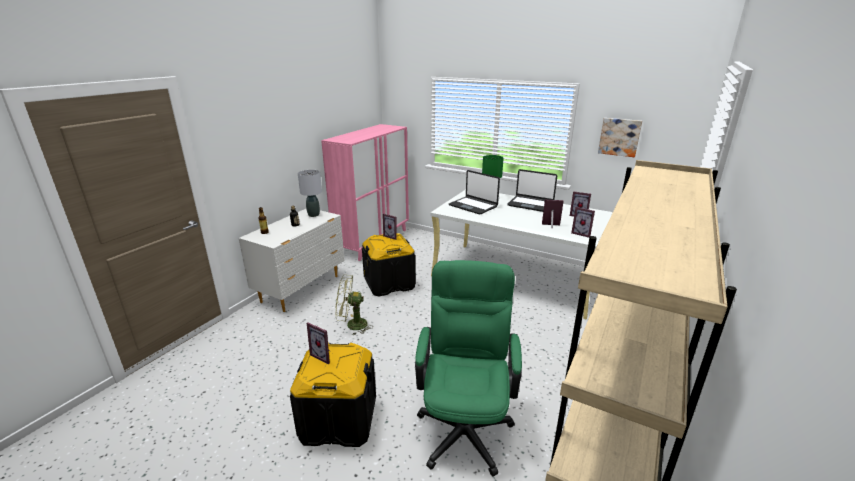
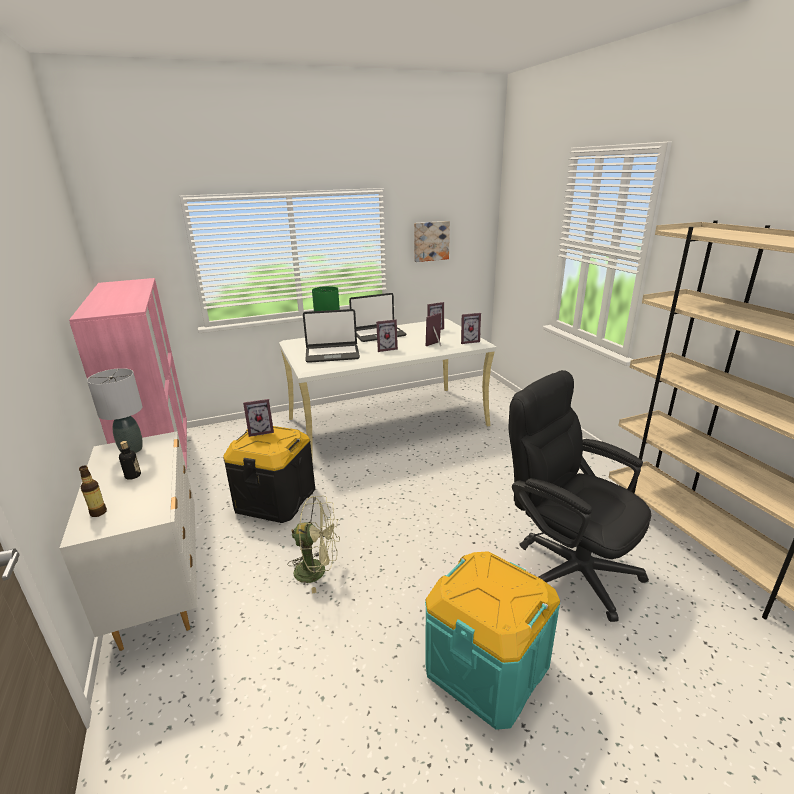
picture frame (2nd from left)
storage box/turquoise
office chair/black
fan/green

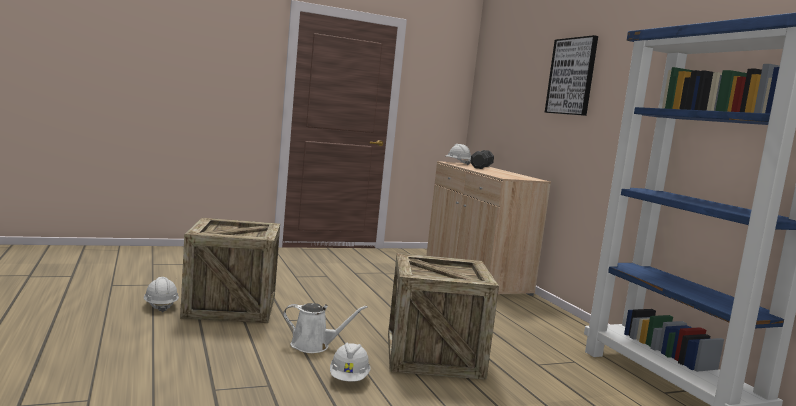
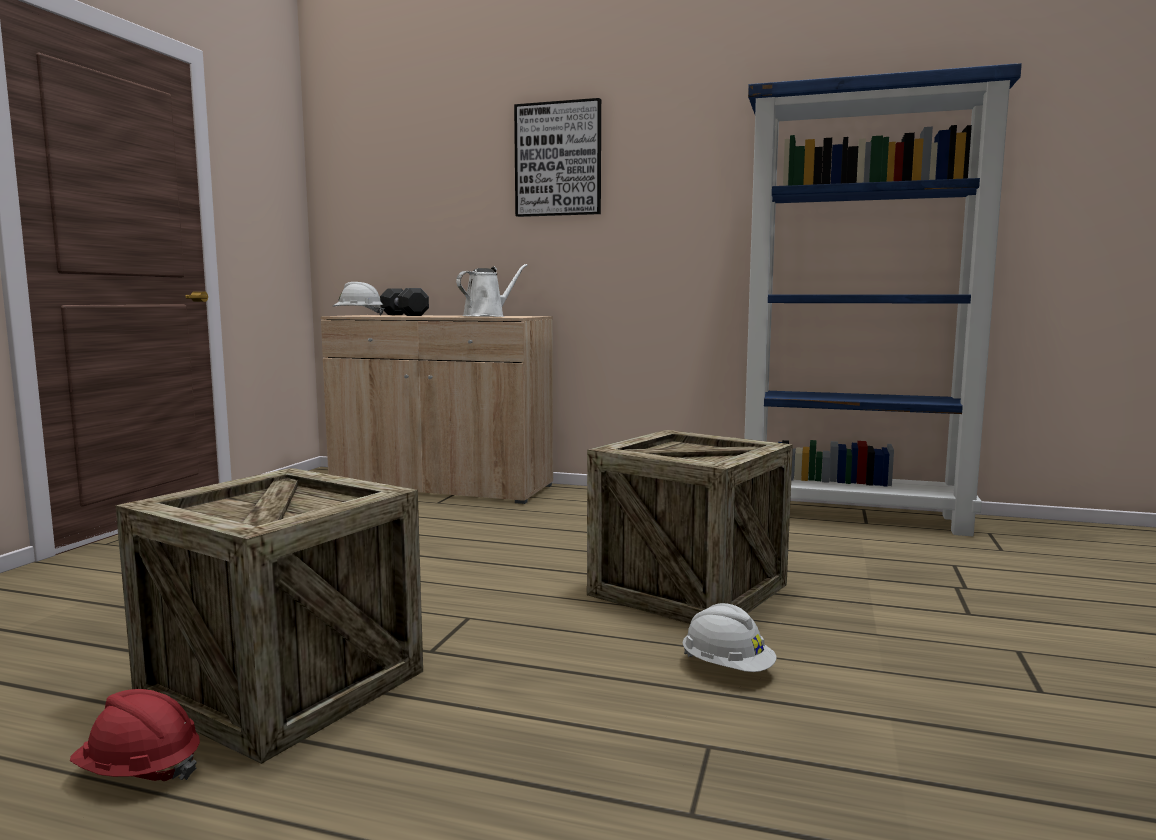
watering can/white
hard hat/red

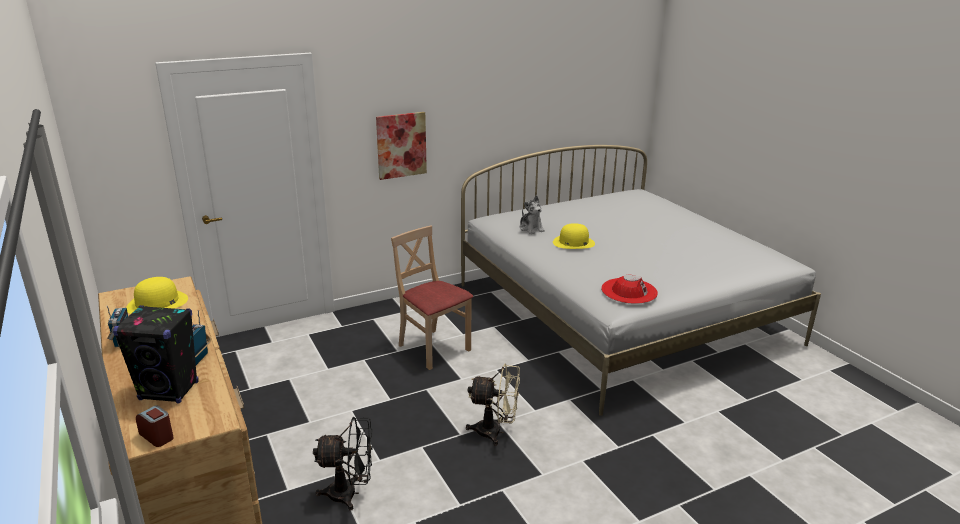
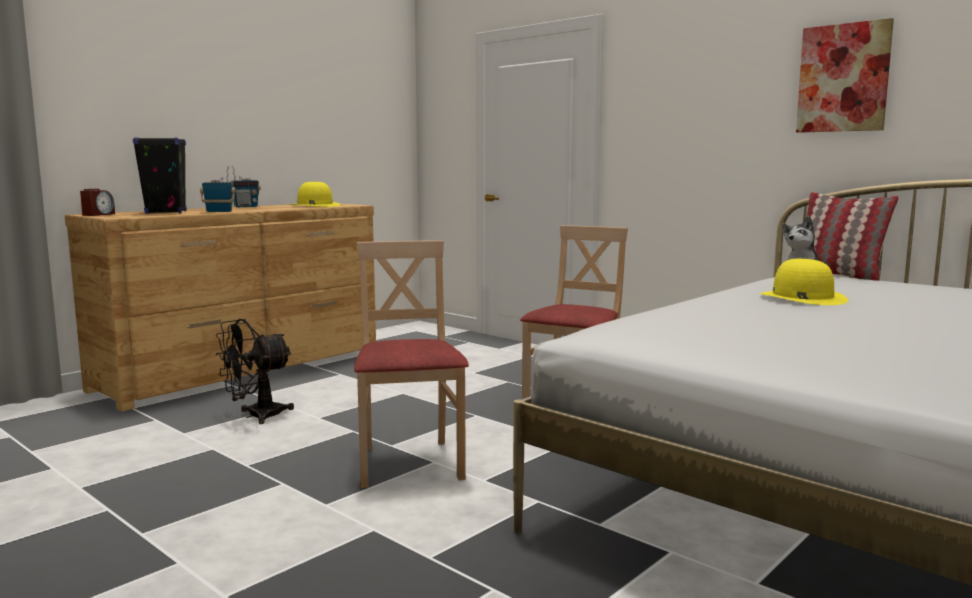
hat/red
pillow
picture
chair/beige (1st from left)
fan/black

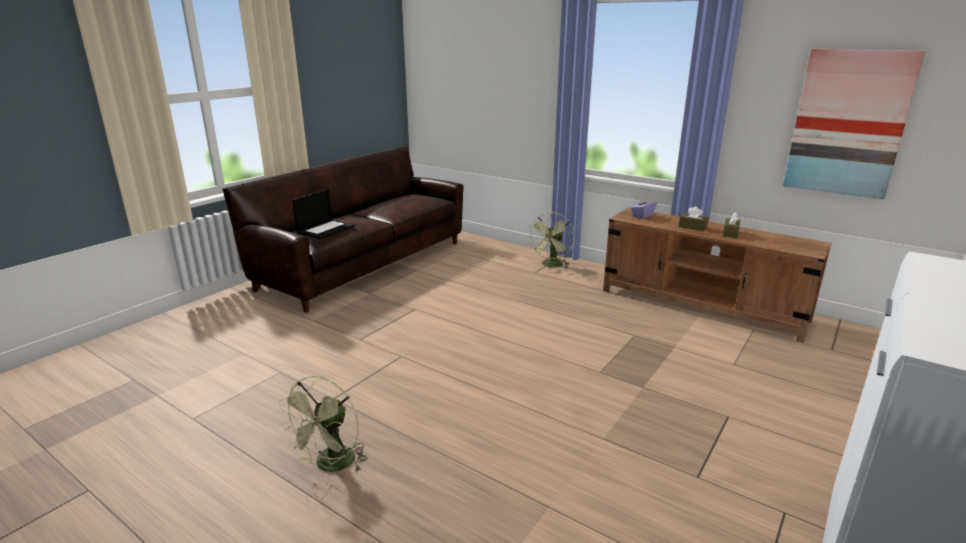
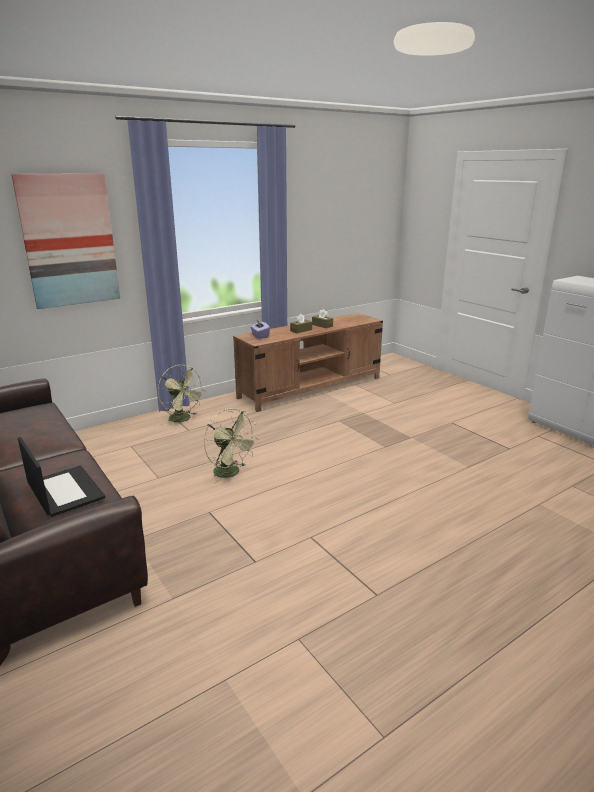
fan/green (2nd from left)
picture

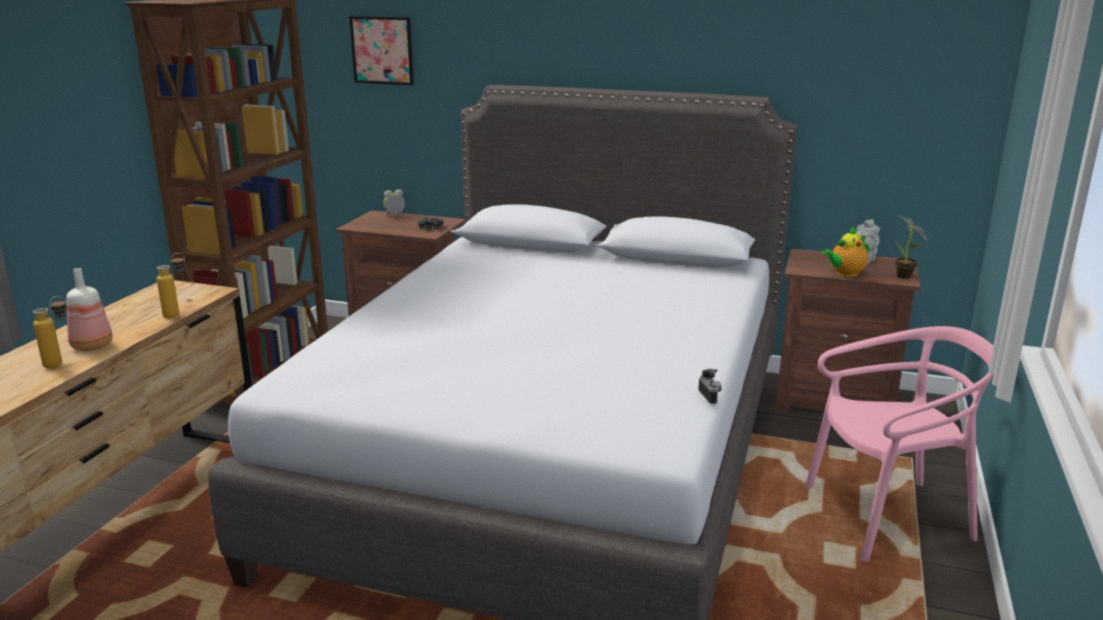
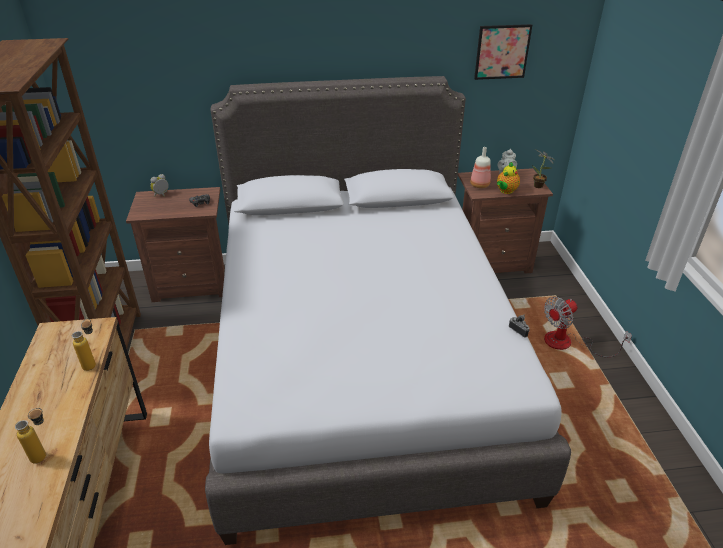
bottle (3rd from left)
picture
fan

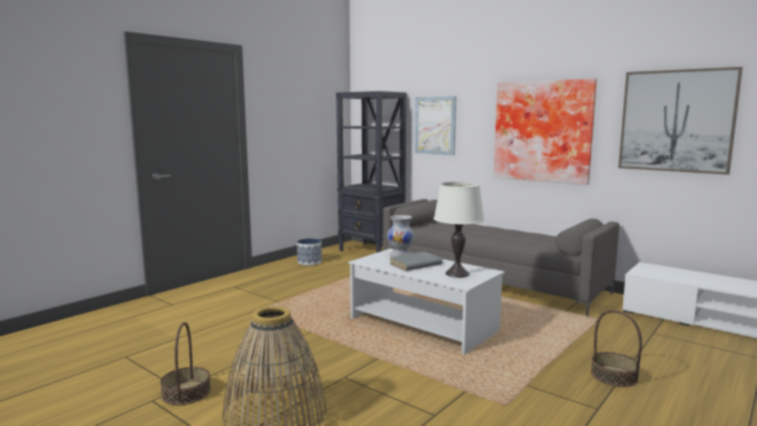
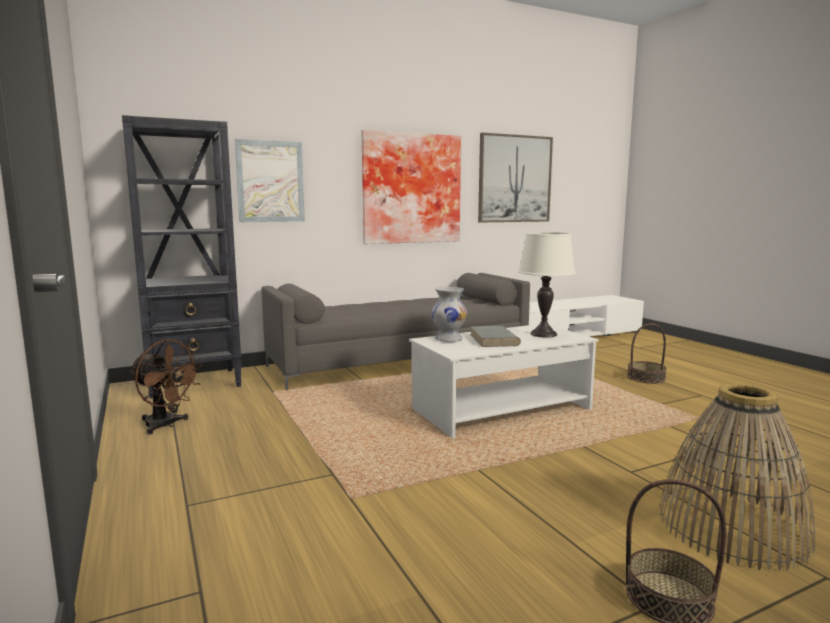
fan/brown

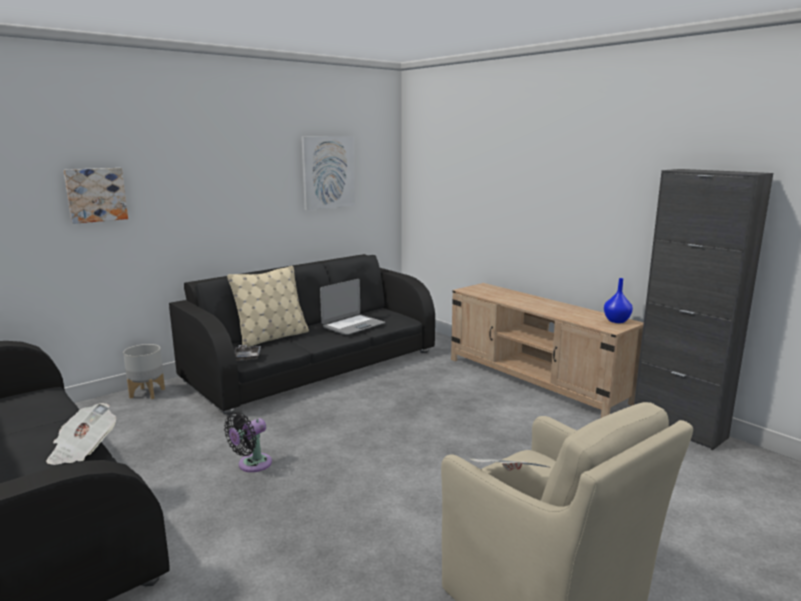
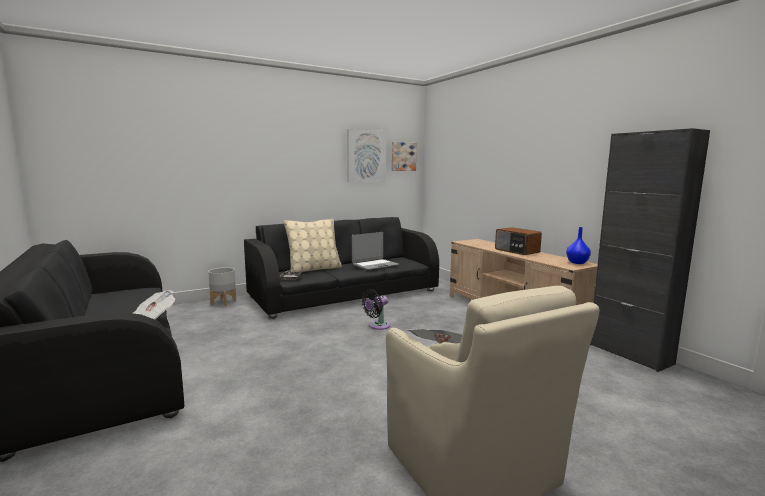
radio
picture (2nd from left)
fan/black

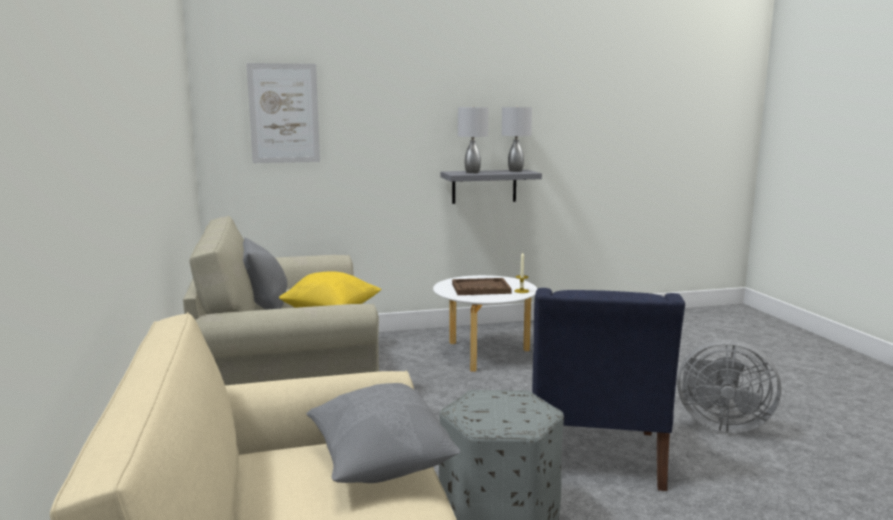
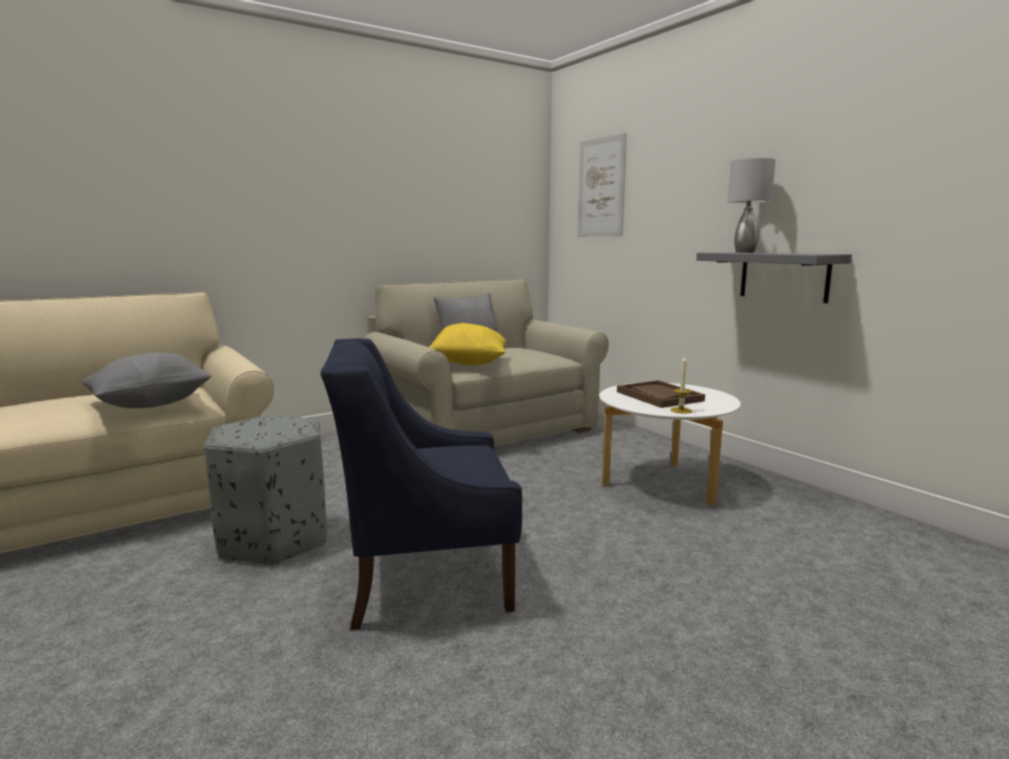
table lamp/grey (2nd from left in the first image)
fan/grey

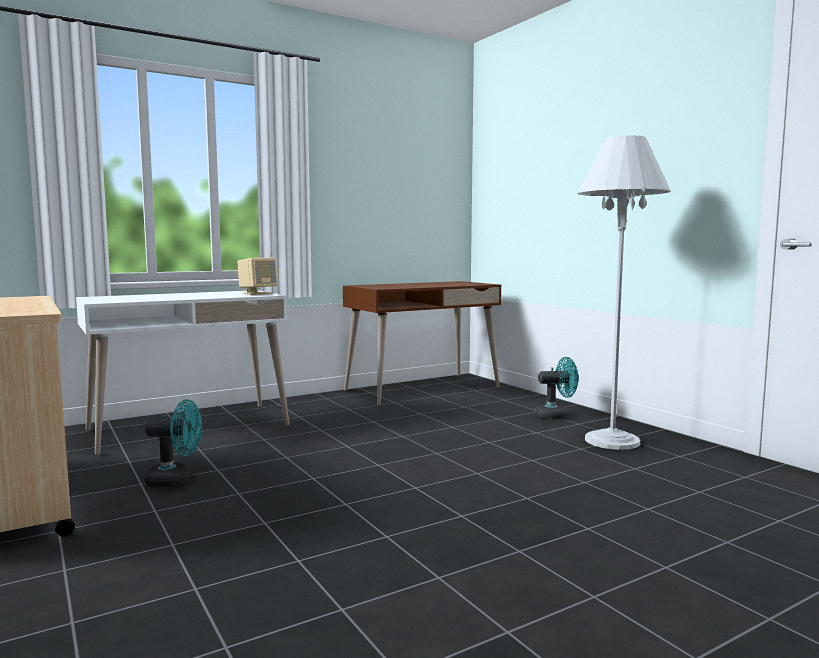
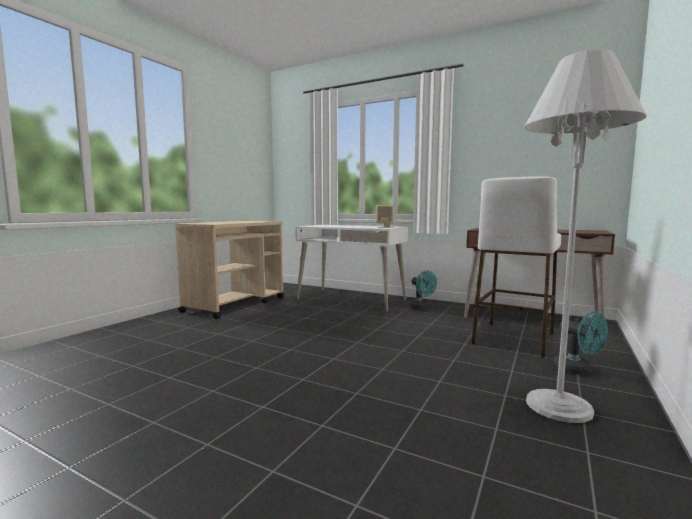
stool/white
fan/turquoise (1st from left)

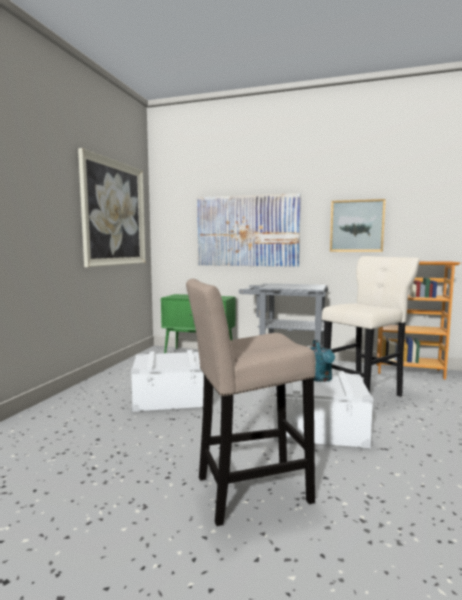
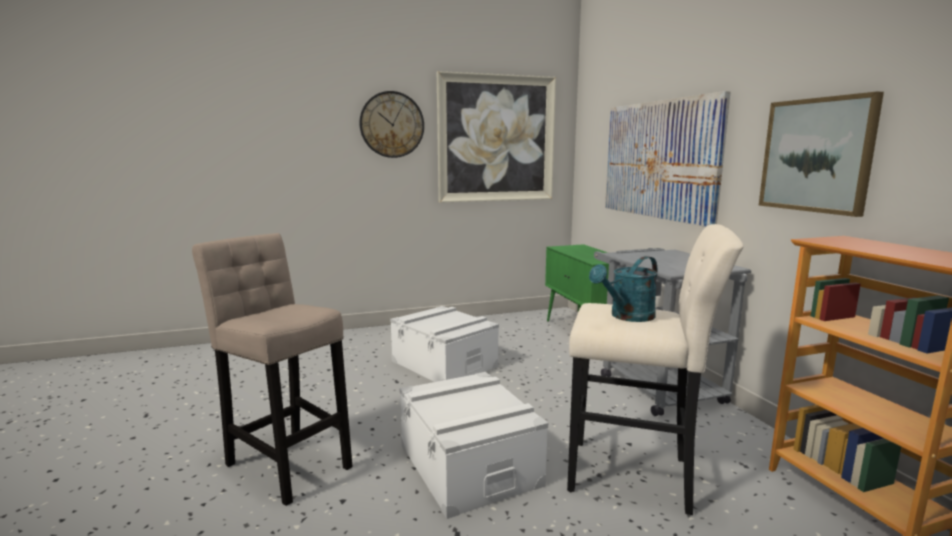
wall clock
watering can/turquoise

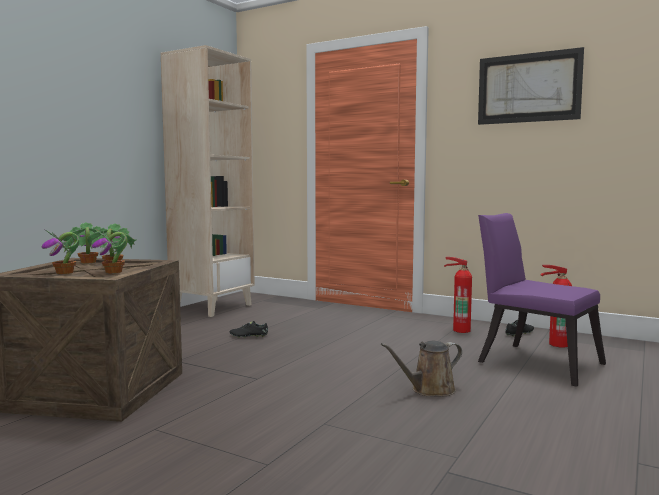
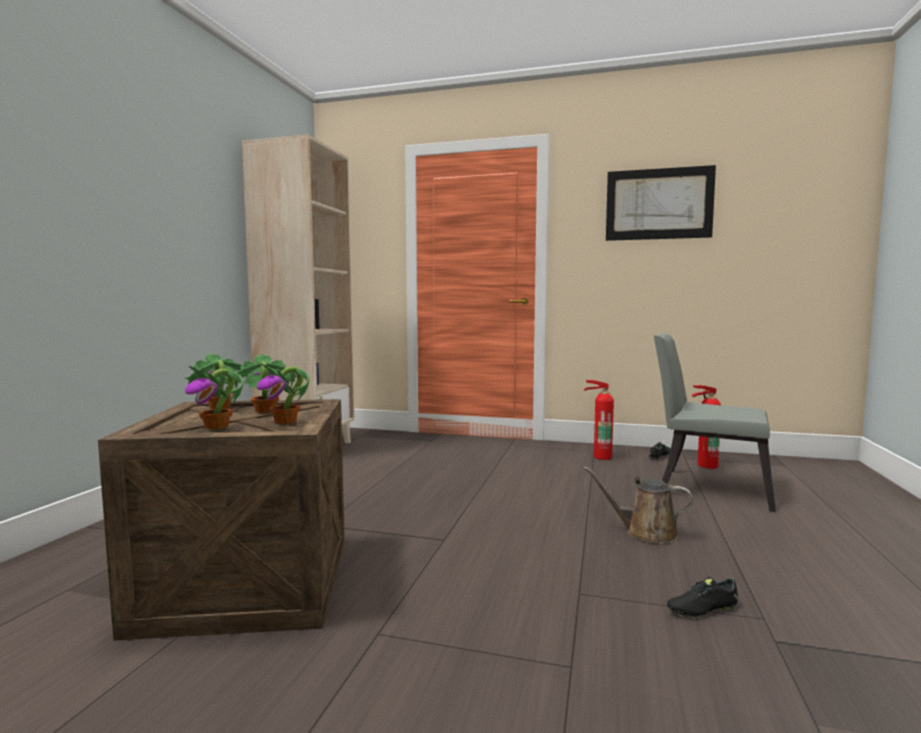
shoe/black (2nd from left)
chair/grey
watering can/brown

